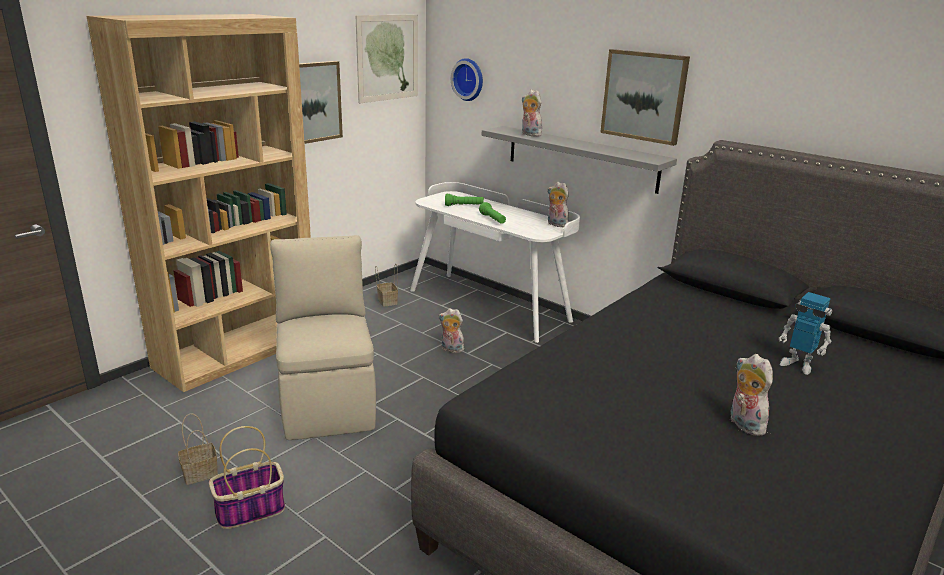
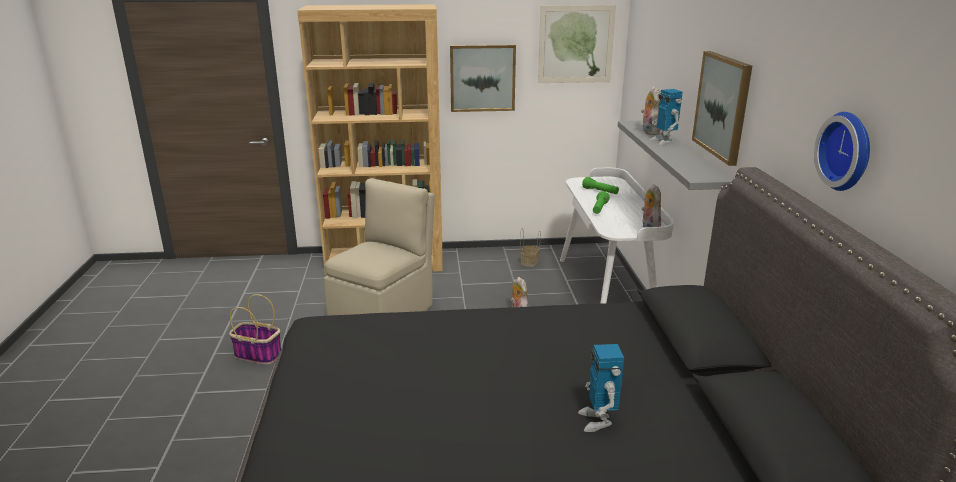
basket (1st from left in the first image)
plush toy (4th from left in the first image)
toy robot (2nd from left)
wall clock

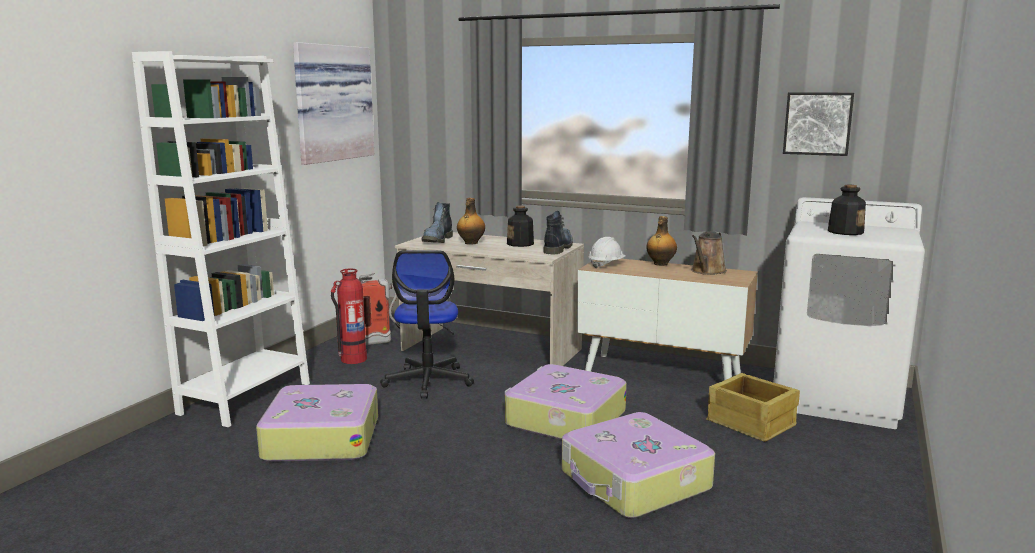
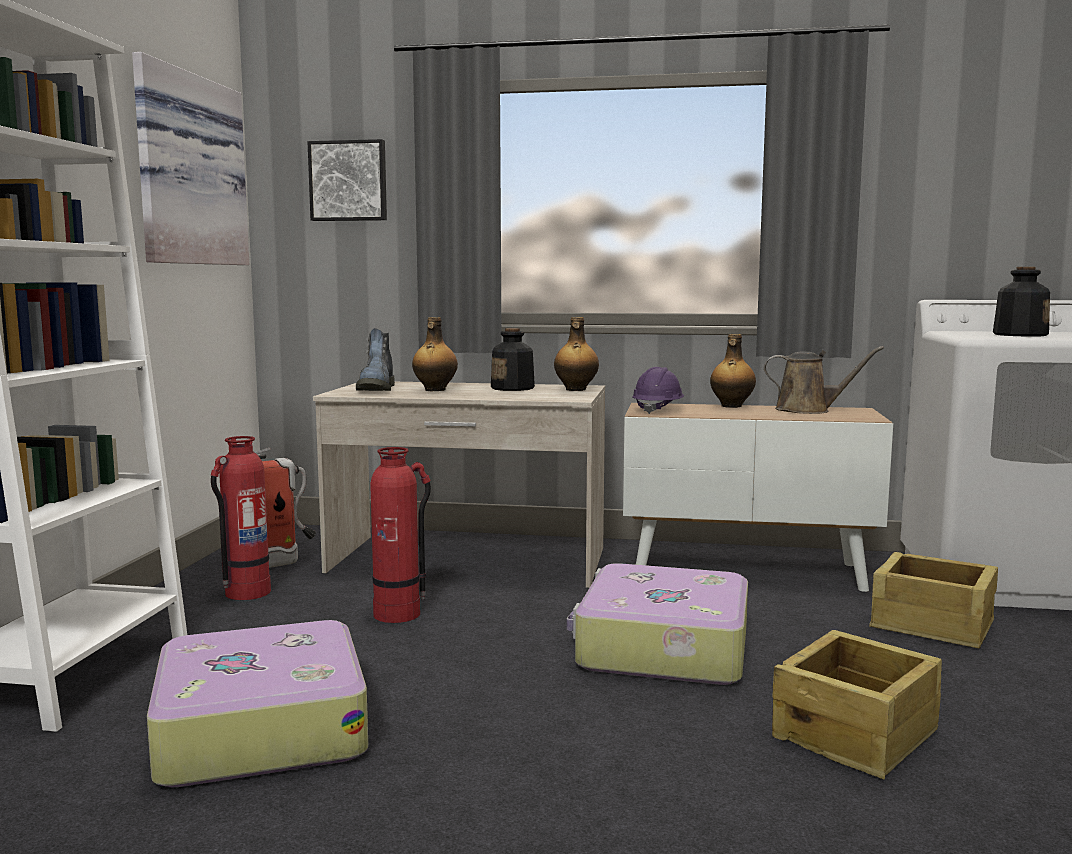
picture (2nd from left)
fire extinguisher (3rd from left)
bottle (3rd from left)
crate (1st from left)
hard hat/purple
watering can/brown

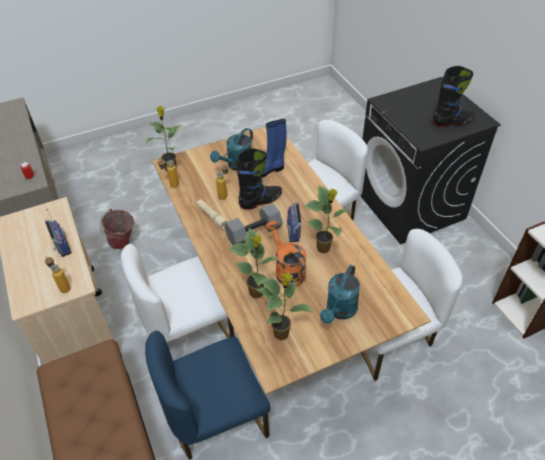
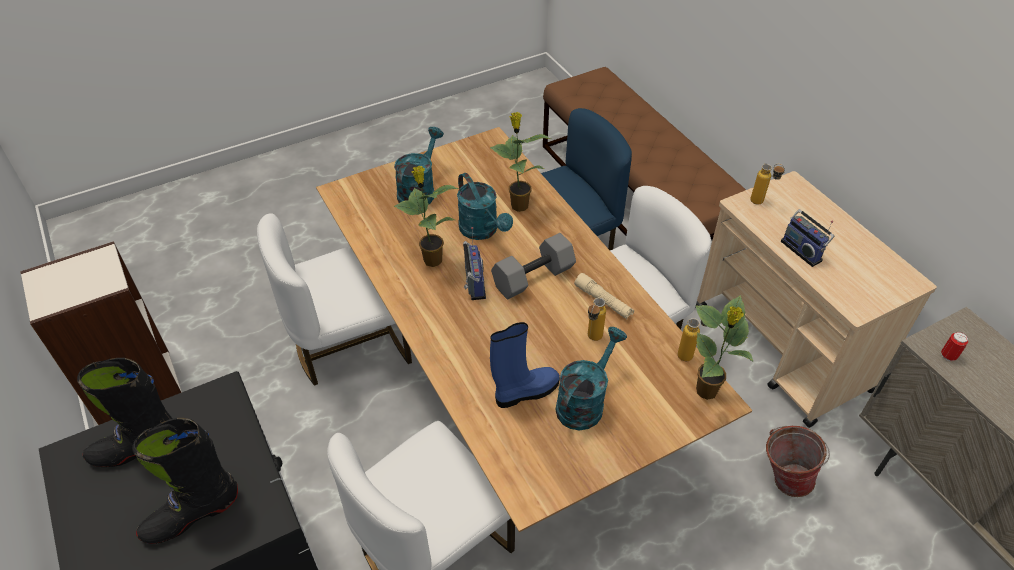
potted plant (3rd from left in the first image)
boot/black (2nd from left)
watering can/turquoise (2nd from left)

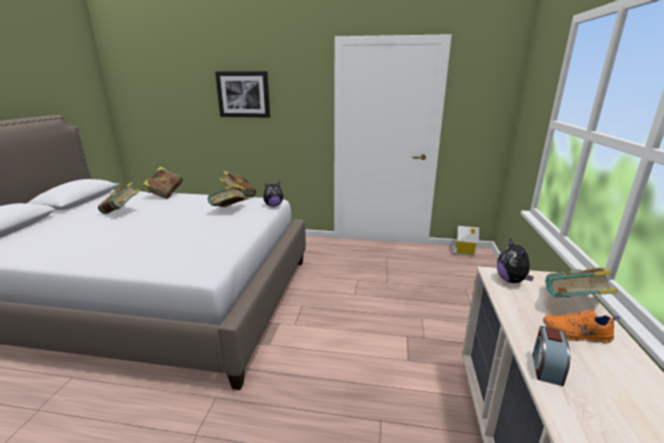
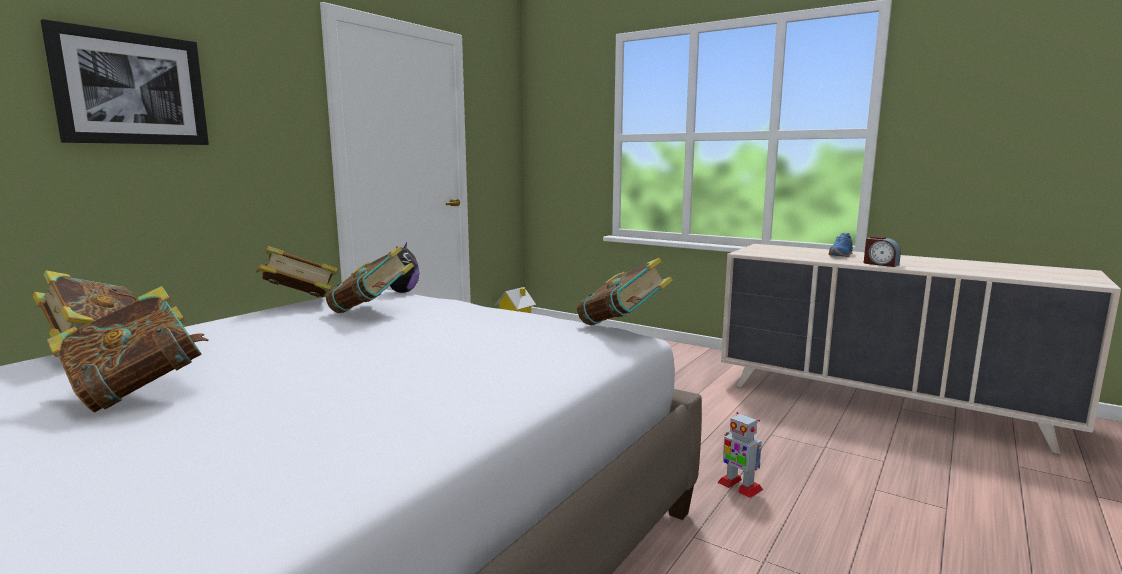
plush toy (2nd from left in the first image)
toy robot
book (5th from left)
shoe/blue

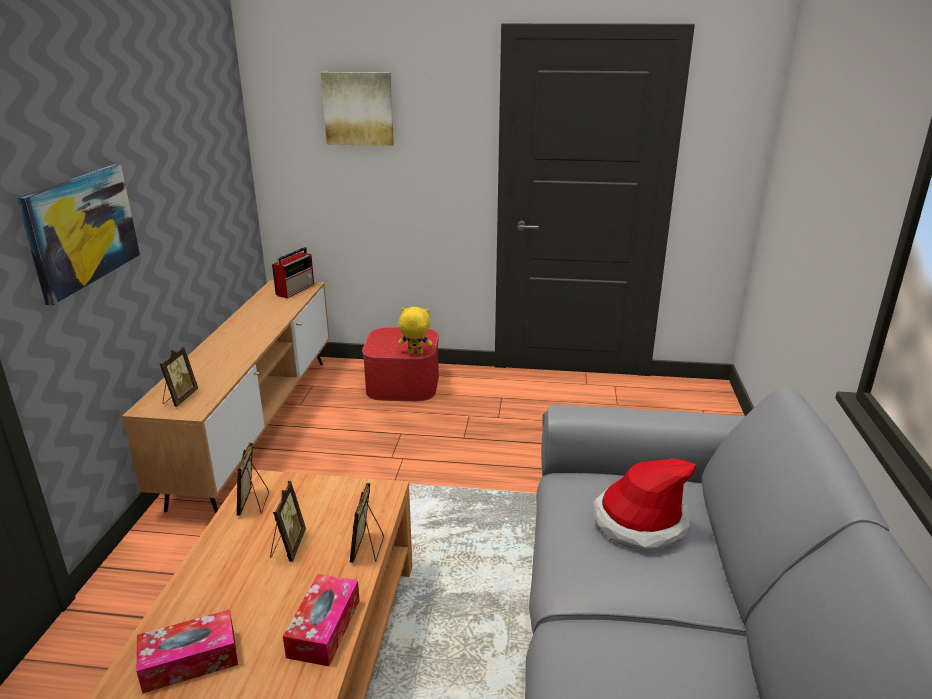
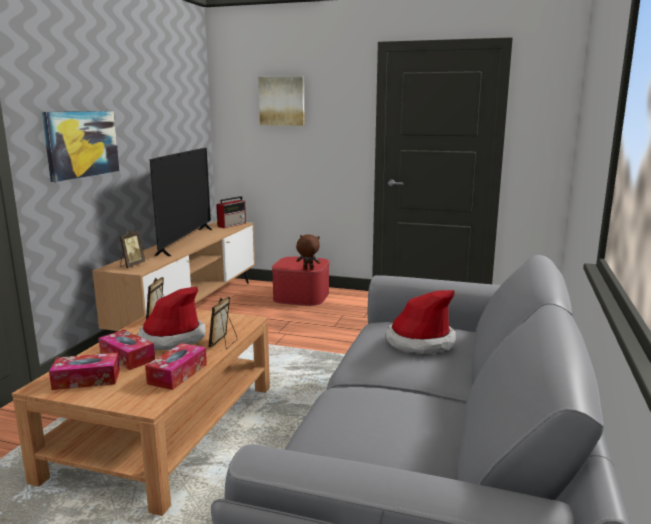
tissue box (2nd from left)
television
hat (1st from left)
plush toy/brown

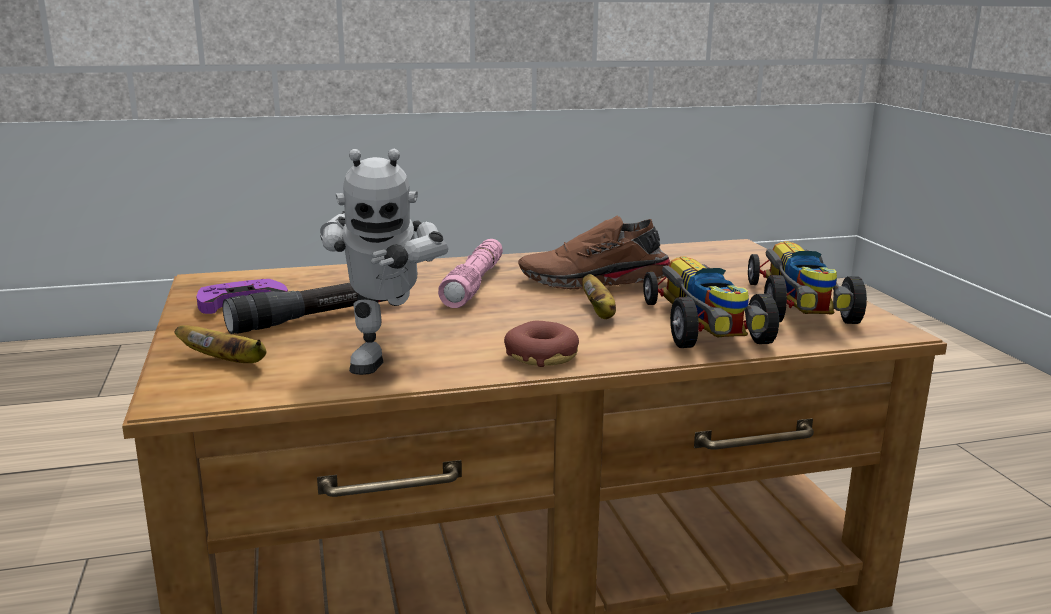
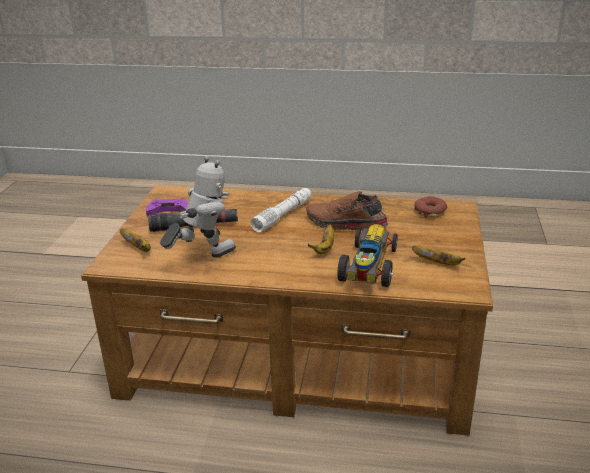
donut
banana (3rd from left)
flashlight/white
toy robot

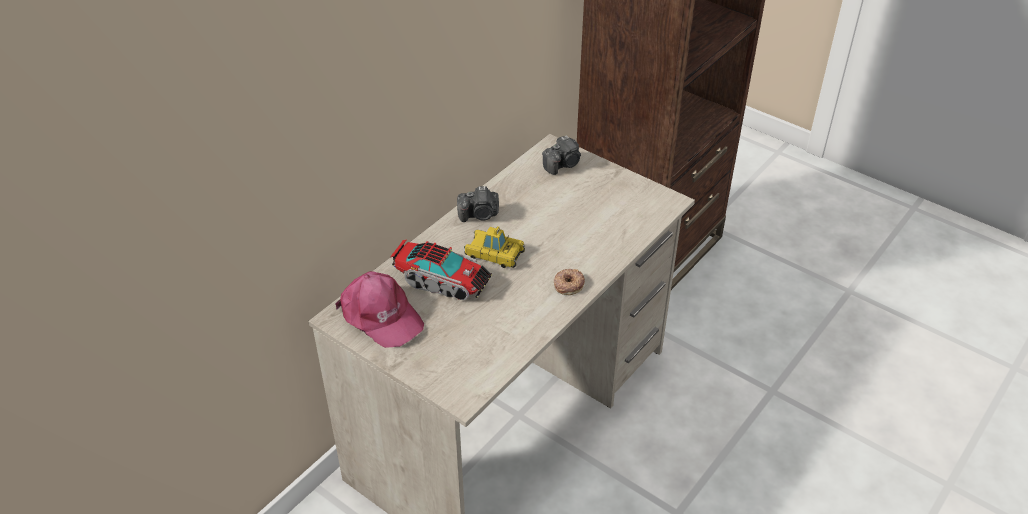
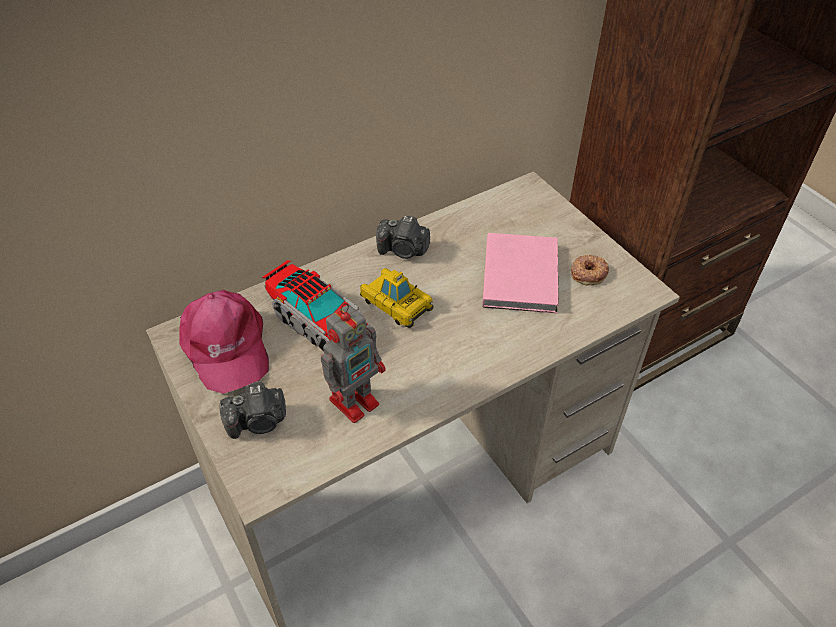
toy robot
book/pink
photo camera (1st from left)
donut

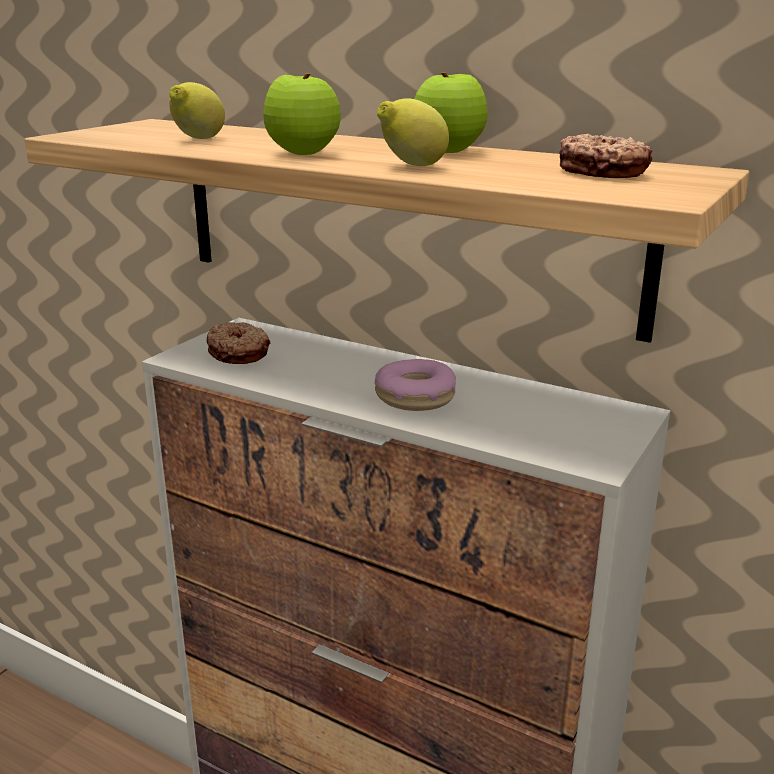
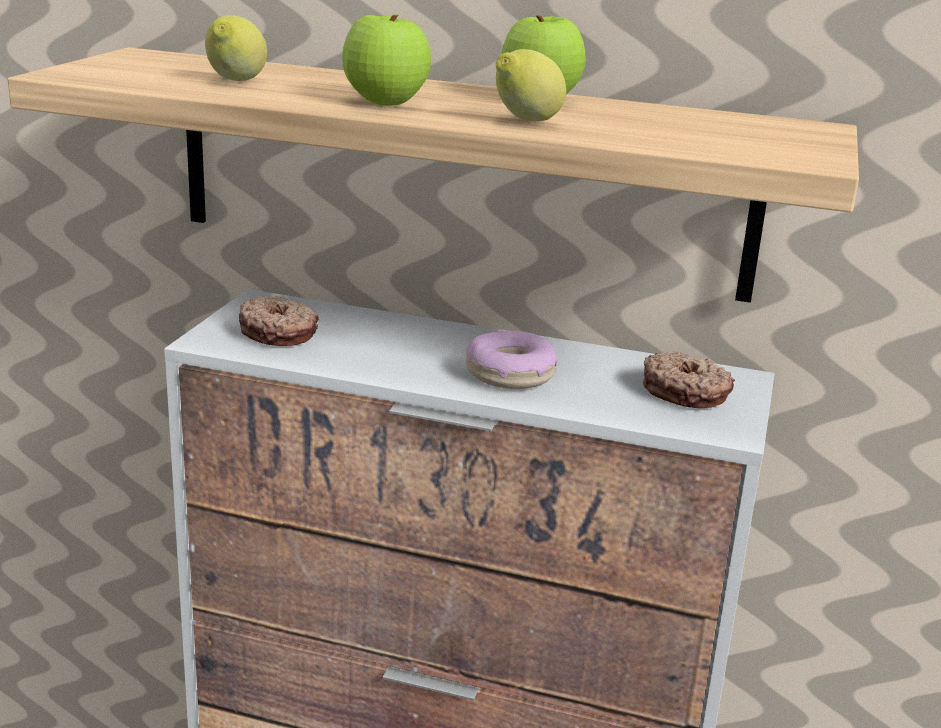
donut (3rd from left)

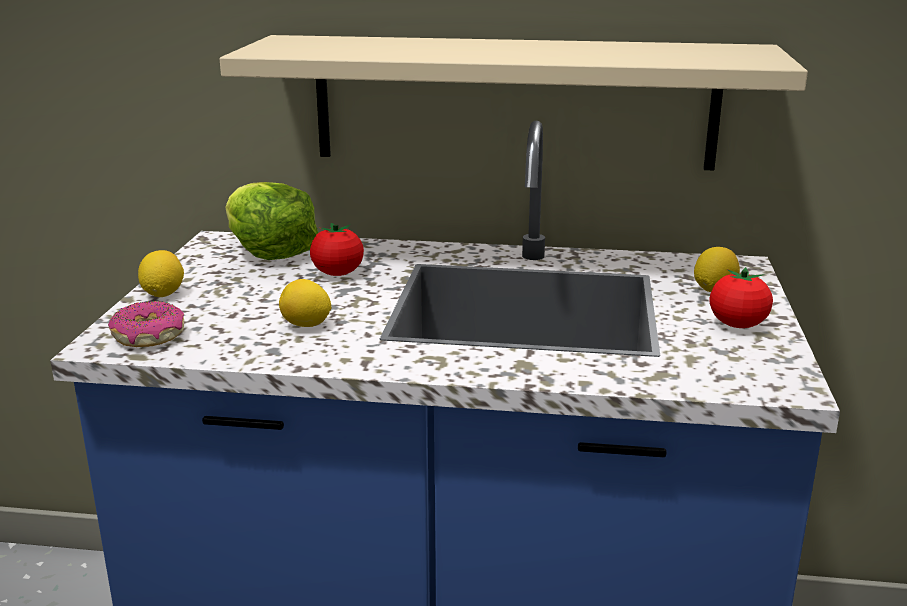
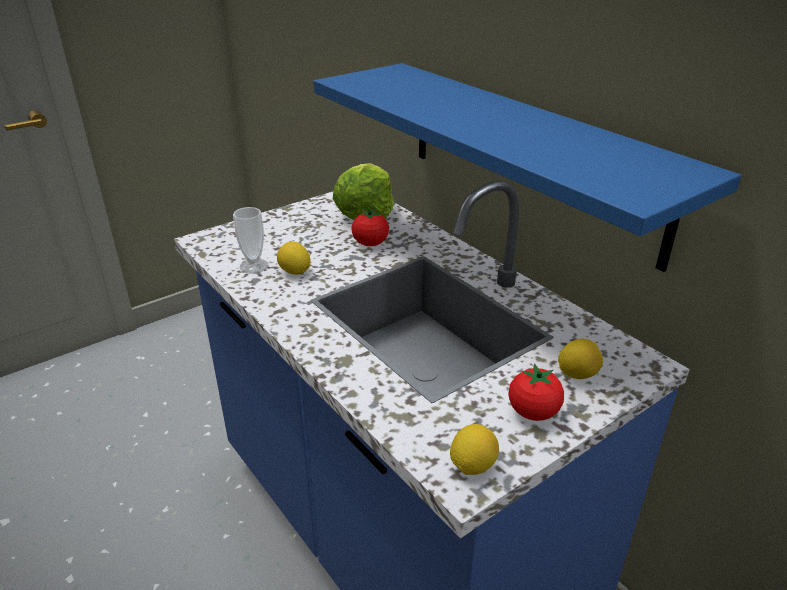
donut
cup
lemon (2nd from left)
shelf/blue

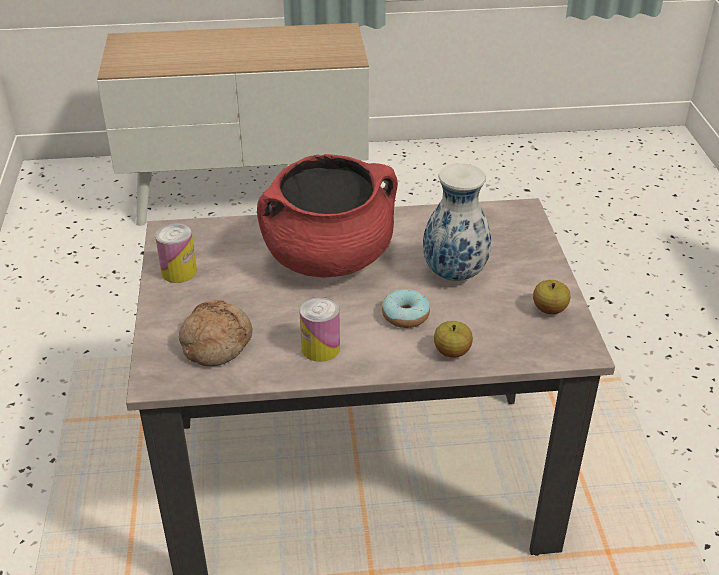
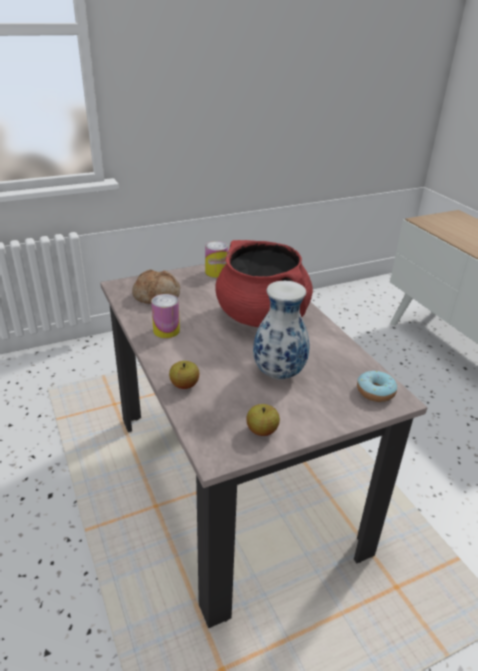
donut

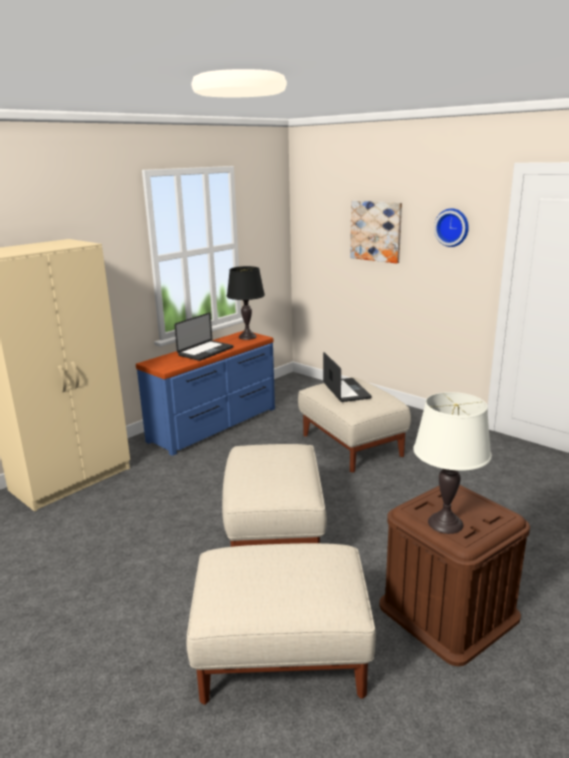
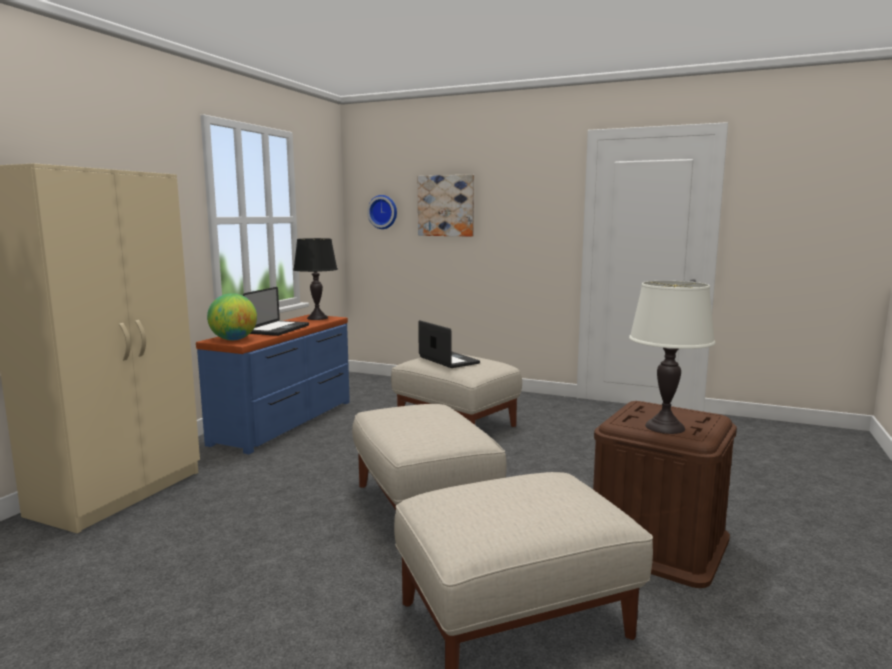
globe
wall clock

